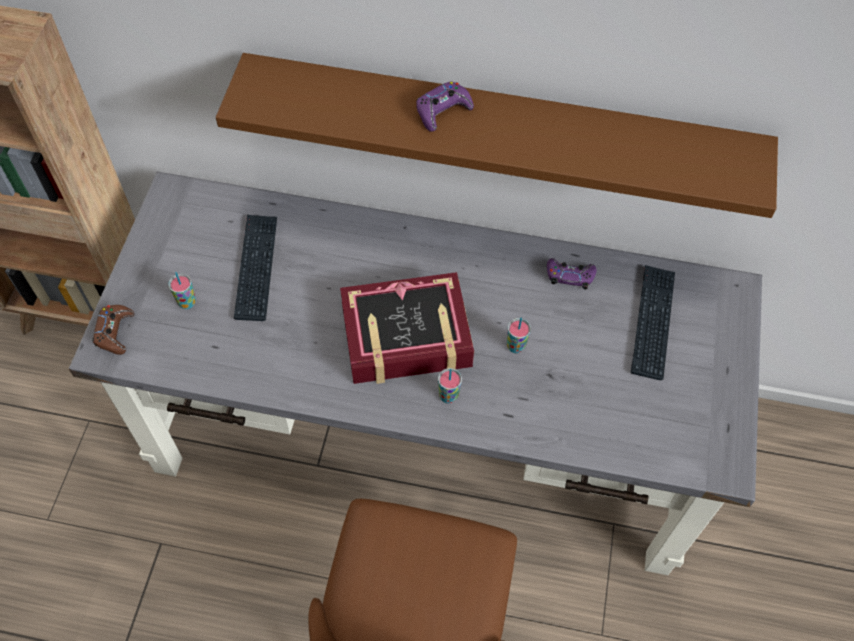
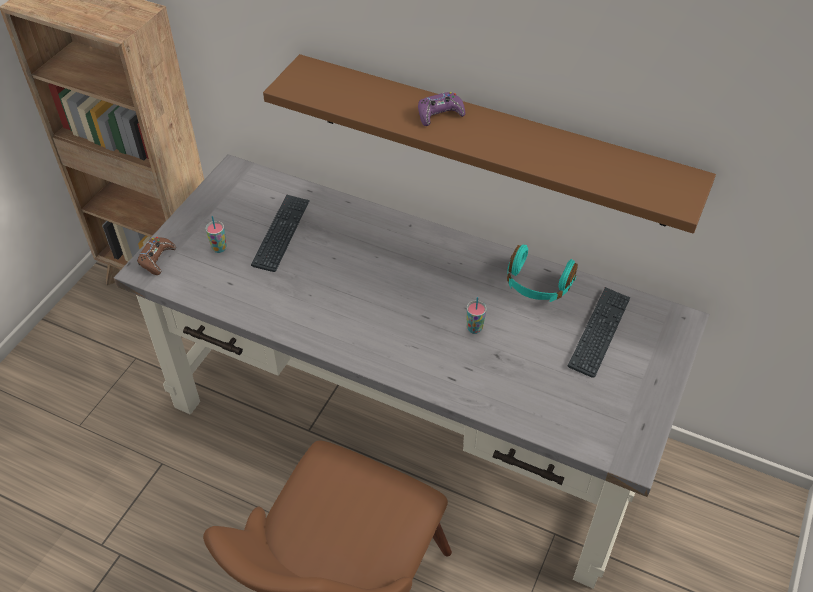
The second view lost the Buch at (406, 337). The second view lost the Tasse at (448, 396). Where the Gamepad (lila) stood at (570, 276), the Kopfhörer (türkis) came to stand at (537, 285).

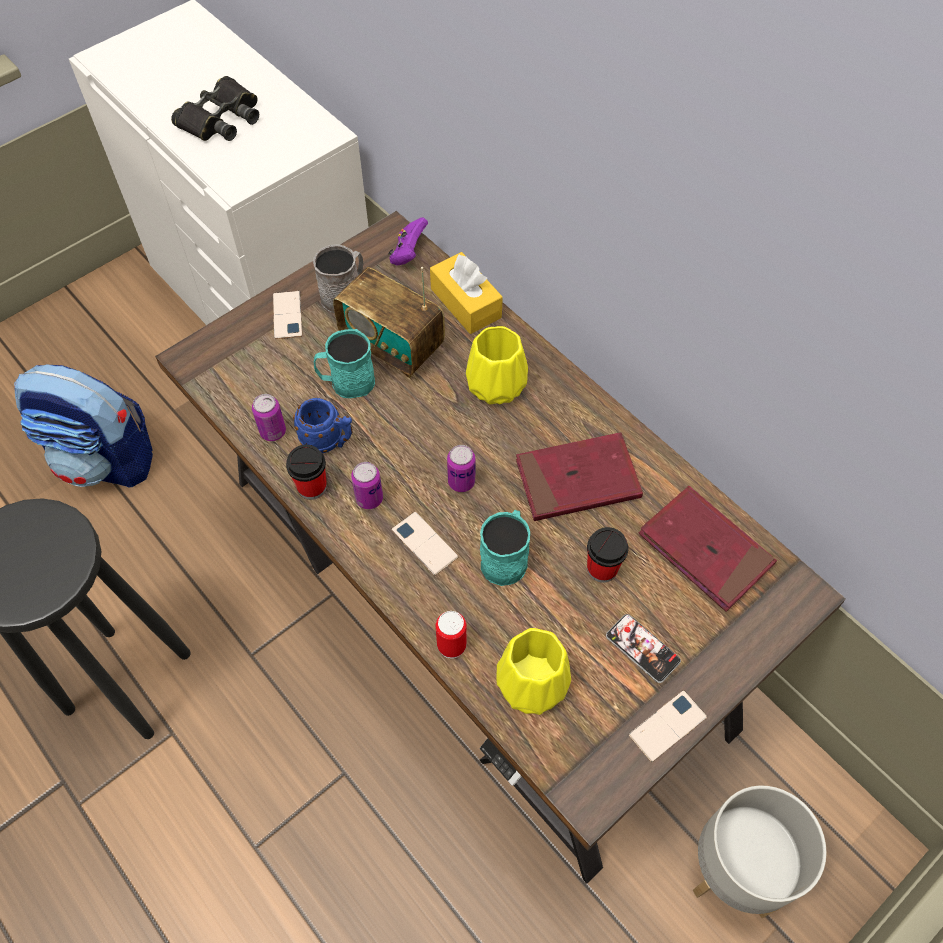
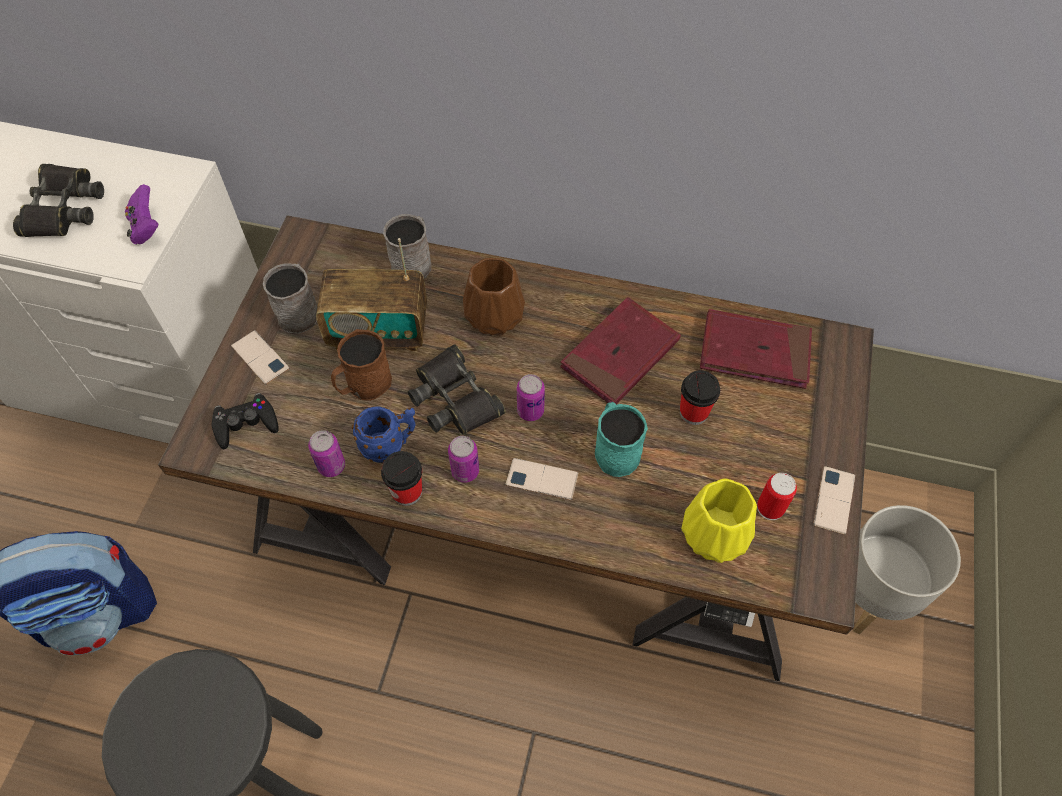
What was the Henkelbecher (türkis) at (346, 382) turned into the Henkelbecher (braun) at (364, 385). The Gamepad (lila) ended up elsewhere, having gone from (408, 254) to (146, 228). Where the Taschentuchbox (gelb) stood at (466, 303), the Henkelbecher (grau) came to stand at (413, 262). The Dose ended up elsewhere, having gone from (451, 645) to (770, 508). What was the Vase (gelb) at (496, 383) turned into the Vase (braun) at (493, 315). The second view lost the Handy at (642, 648). The second view gained the Gamepad (schwarz) at (246, 424). The second view gained the Fernglas (schwarz) at (455, 398).

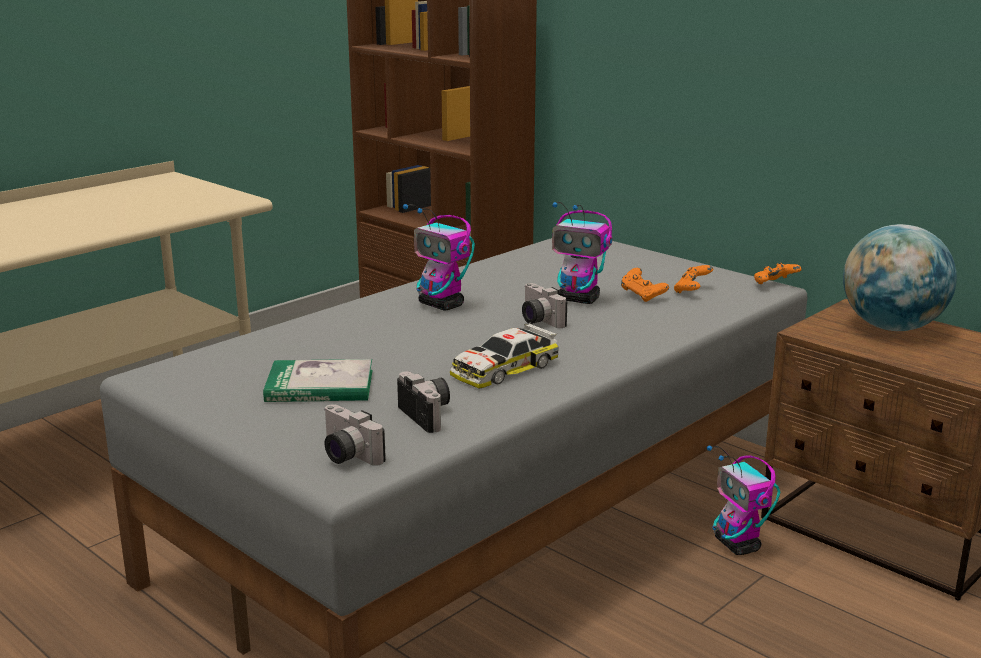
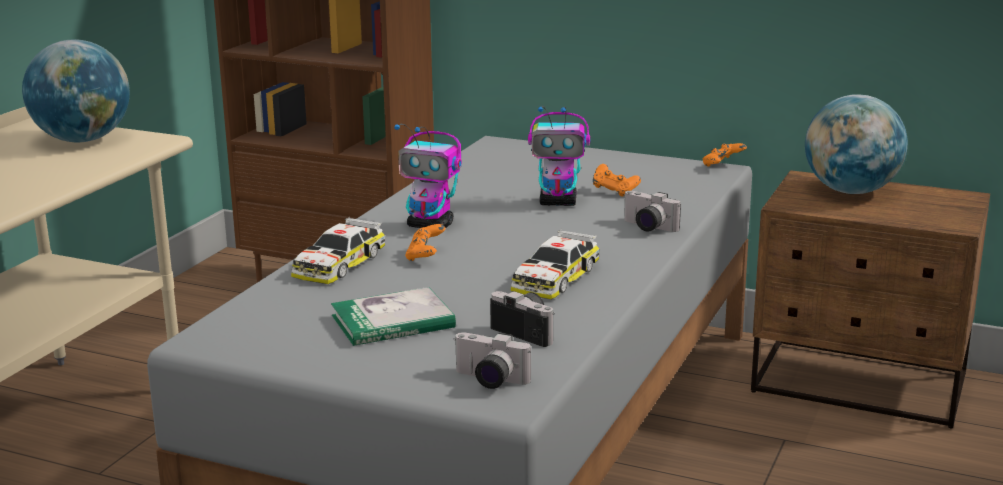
The Kamera ended up elsewhere, having gone from (537, 320) to (647, 227). The Gamepad (orange) ended up elsewhere, having gone from (692, 291) to (425, 256). The second view lost the Spielzeugroboter at (738, 545). The second view gained the Globus at (83, 140). The second view gained the Spielzeugauto at (338, 264).

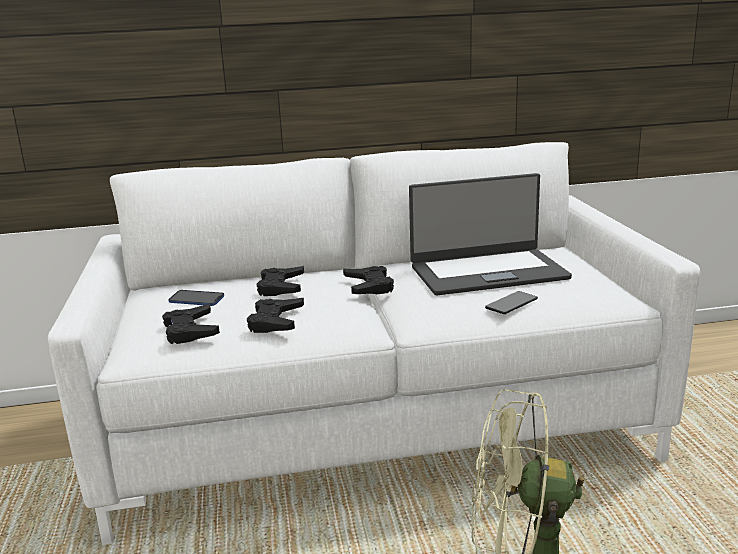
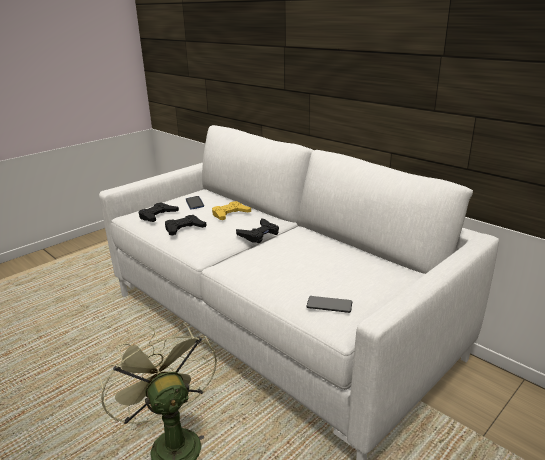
What was the Gamepad (schwarz) at (281, 287) turned into the Gamepad (gelb) at (230, 214). The second view lost the Laptop at (487, 272). The Handy ended up elsewhere, having gone from (511, 304) to (329, 305).

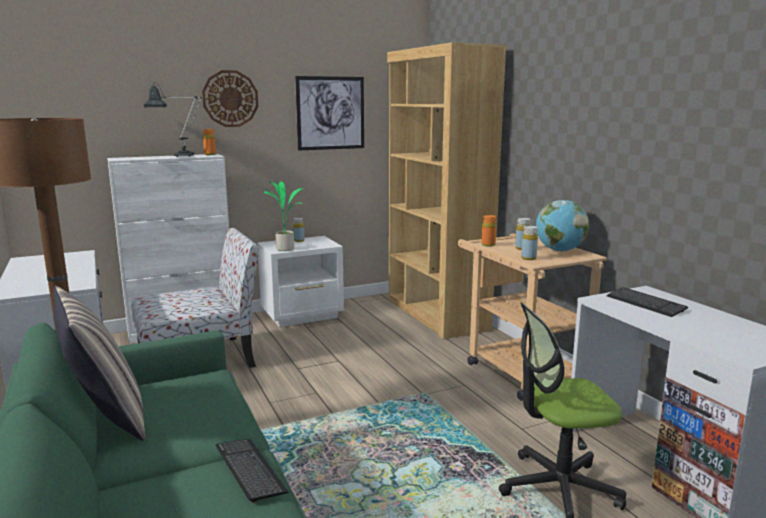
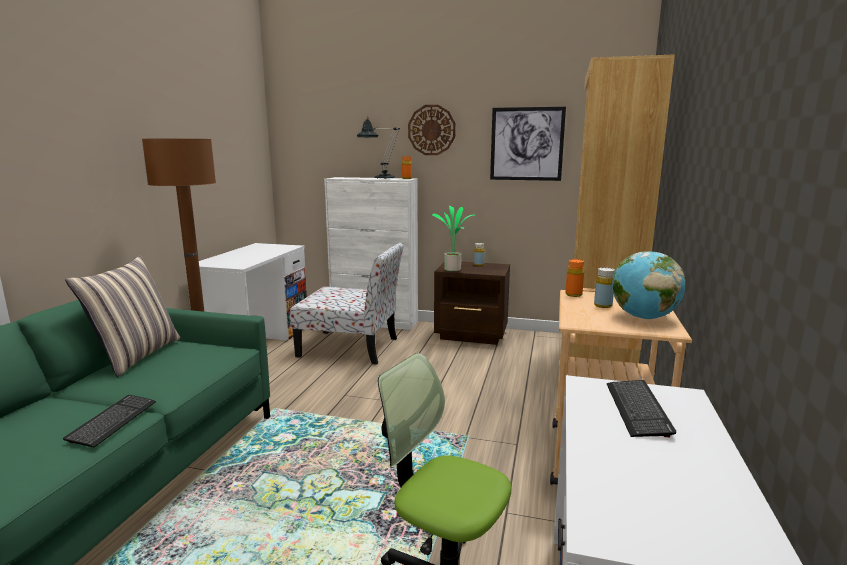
What was the Nachttisch (weiß) at (303, 315) turned into the Nachttisch (braun) at (472, 335). The second view lost the Flasche (gelb) at (528, 258).

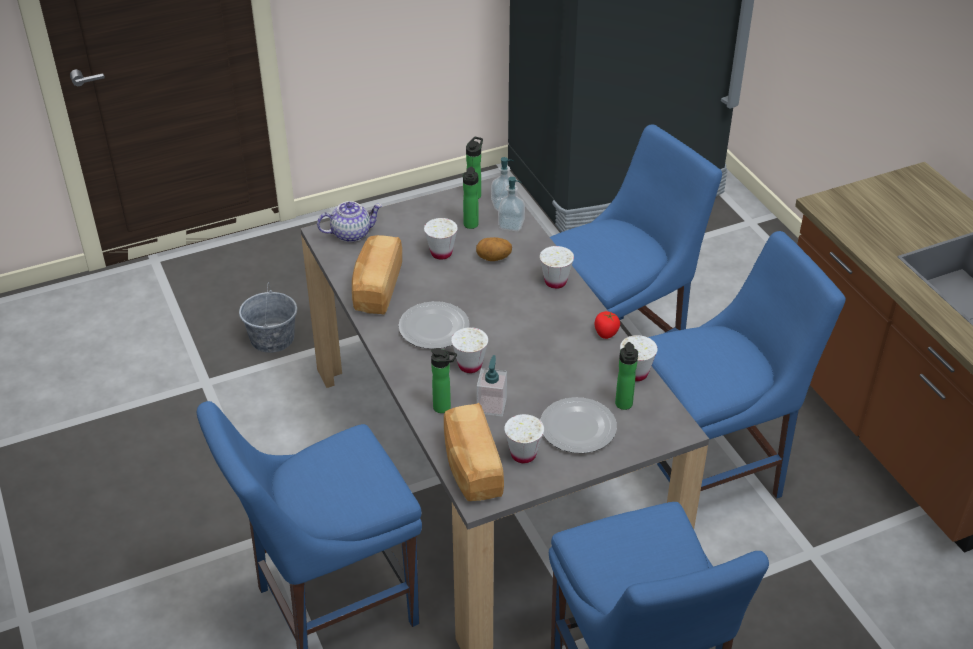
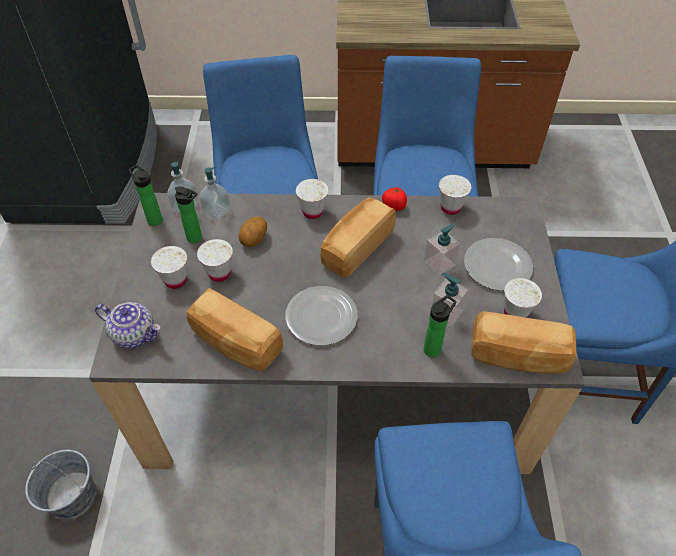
The Teekanne at (351, 233) ended up facing another way, 105 degrees clockwise from before. The Tasse (weiß) ended up elsewhere, having gone from (470, 365) to (175, 280). The second view lost the Flasche at (624, 406). The second view gained the Brot at (356, 248). The second view gained the Seifenspender at (439, 263).

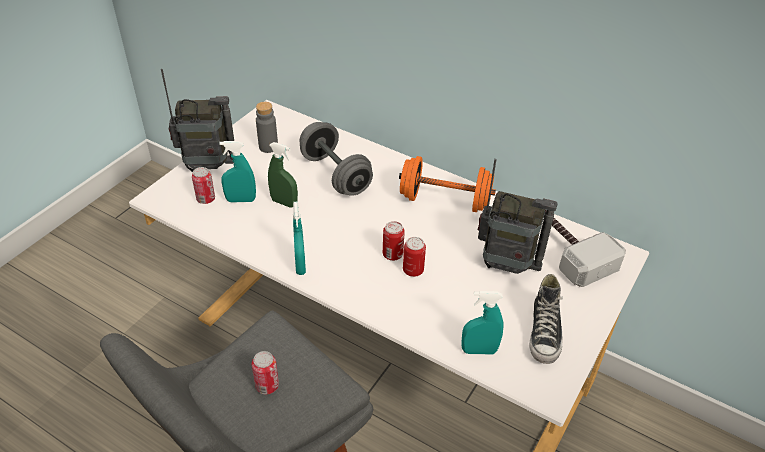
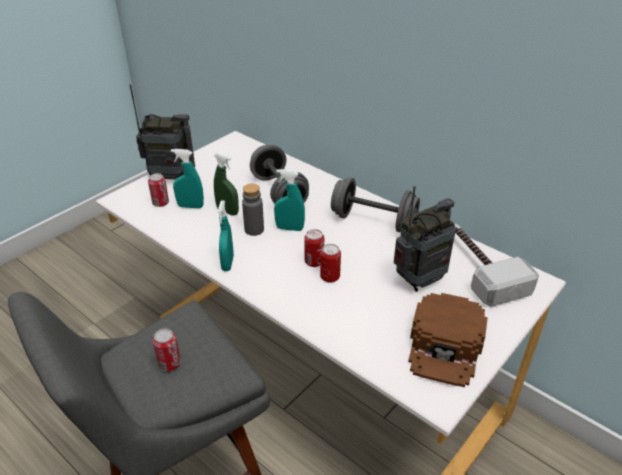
The Flasche (grau) ended up elsewhere, having gone from (268, 147) to (254, 229). What was the Hantel (orange) at (445, 201) turned into the Hantel (grau) at (373, 221). The Sprühflasche (türkis) ended up elsewhere, having gone from (479, 350) to (289, 228). The Radio at (506, 265) ended up facing another way, 60 degrees counterclockwise from before. Where the Schuh stood at (544, 333), the Kappe (braun) came to stand at (446, 345).

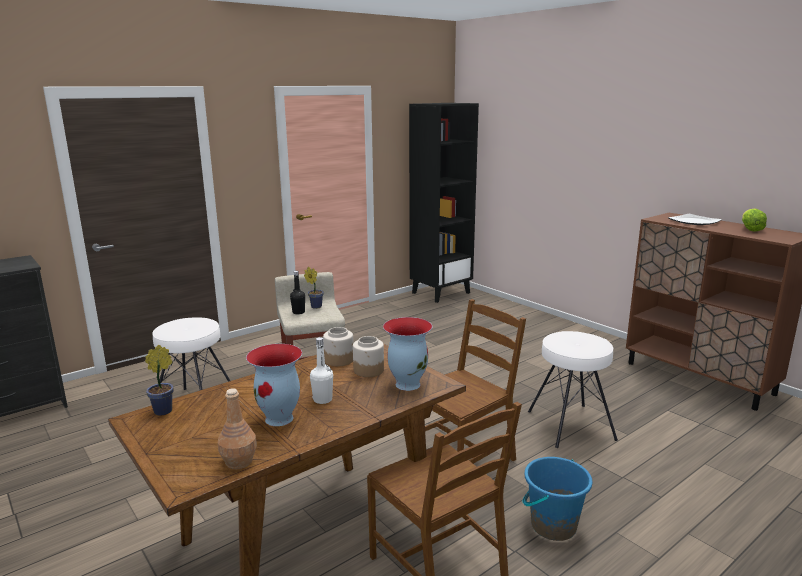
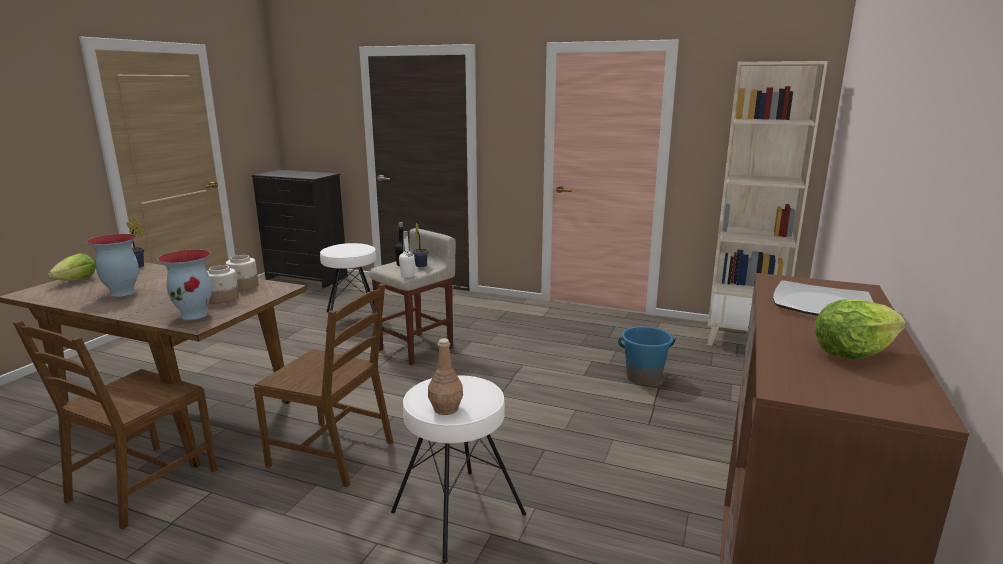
The Flasche (braun) ended up elsewhere, having gone from (239, 462) to (445, 409). The Flasche (weiß) ended up elsewhere, having gone from (322, 399) to (407, 276). What was the Bücherregal (schwarz) at (441, 292) turned into the Bücherregal (beige) at (743, 339). The Eimer (blau) ended up elsewhere, having gone from (553, 525) to (643, 377). The second view gained the Salatkopf at (77, 280).

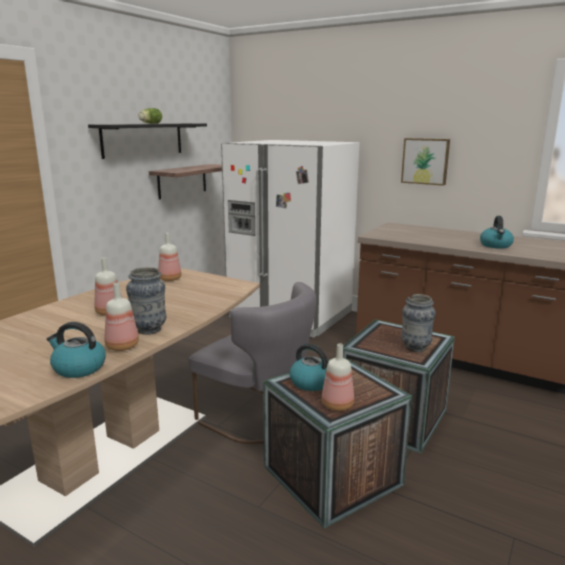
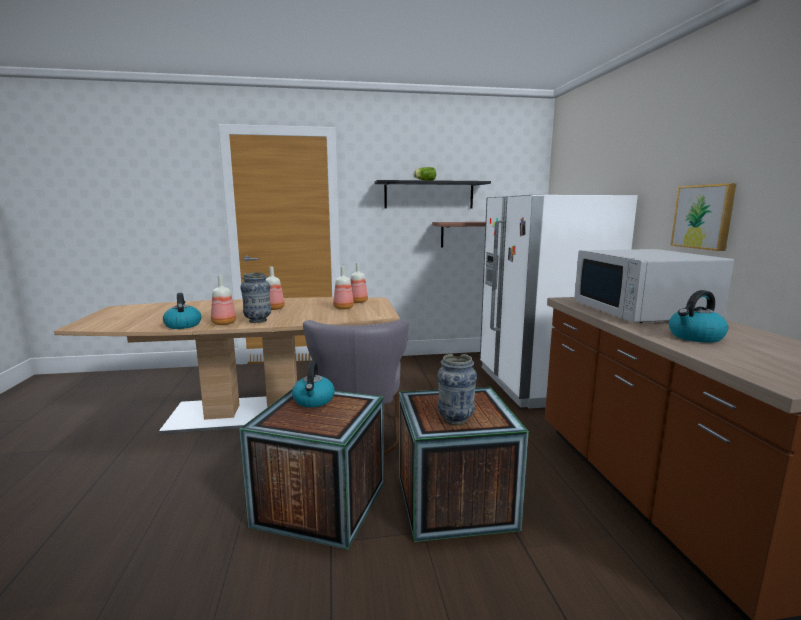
The Flasche ended up elsewhere, having gone from (338, 405) to (343, 308). The second view gained the Mikrowelle (weiß) at (642, 311).

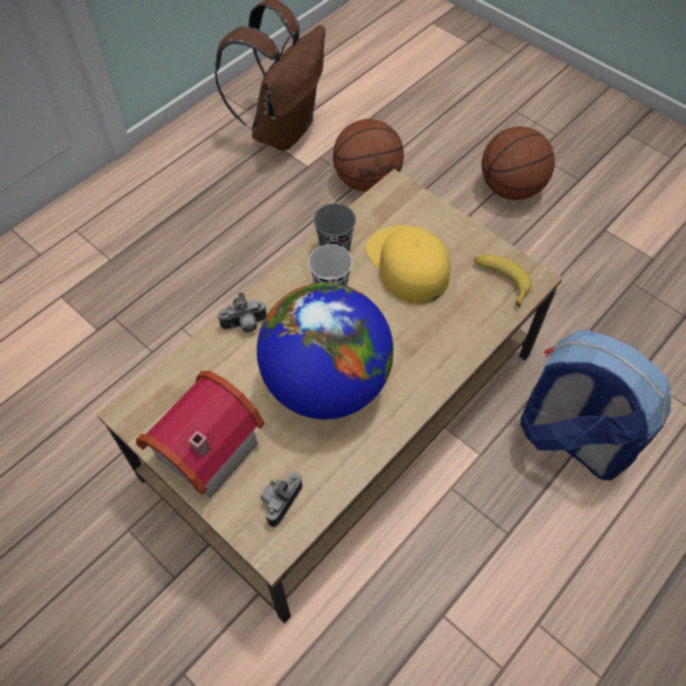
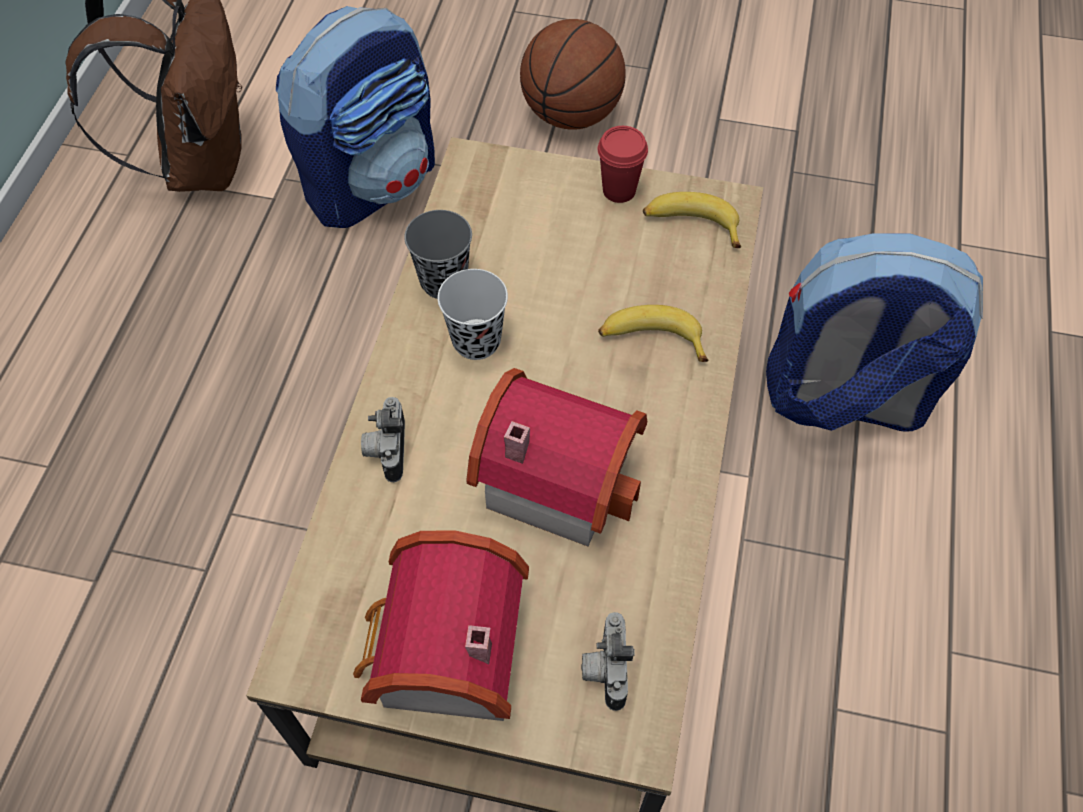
The Kamera at (245, 325) ended up facing another way, 135 degrees clockwise from before. Where the Globus stood at (326, 383), the Spielzeughaus came to stand at (557, 472). Where the Basketball stood at (367, 180), the Rucksack came to stand at (373, 182). The second view lost the Kappe (gelb) at (407, 264). The second view gained the Tasse (rot) at (619, 190). The second view gained the Banane at (651, 339).

